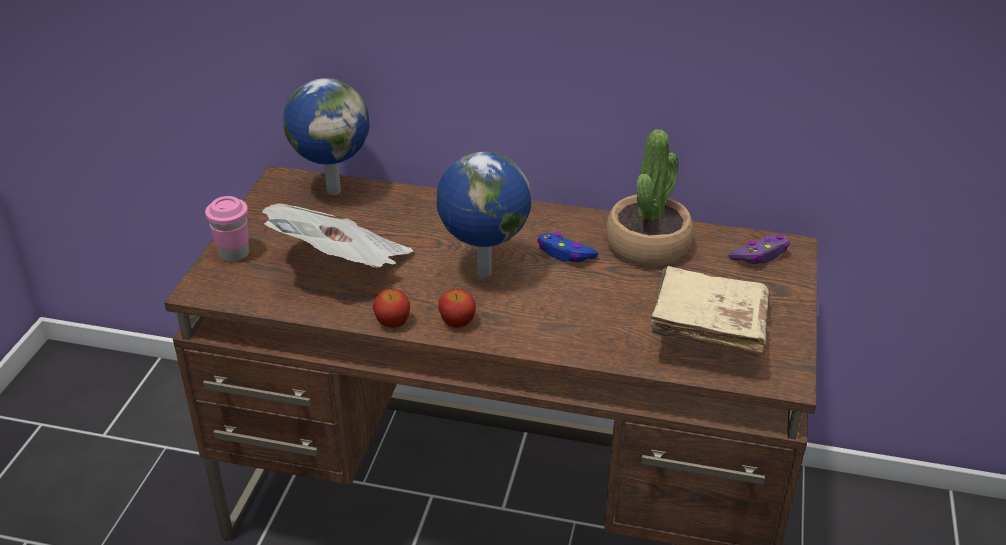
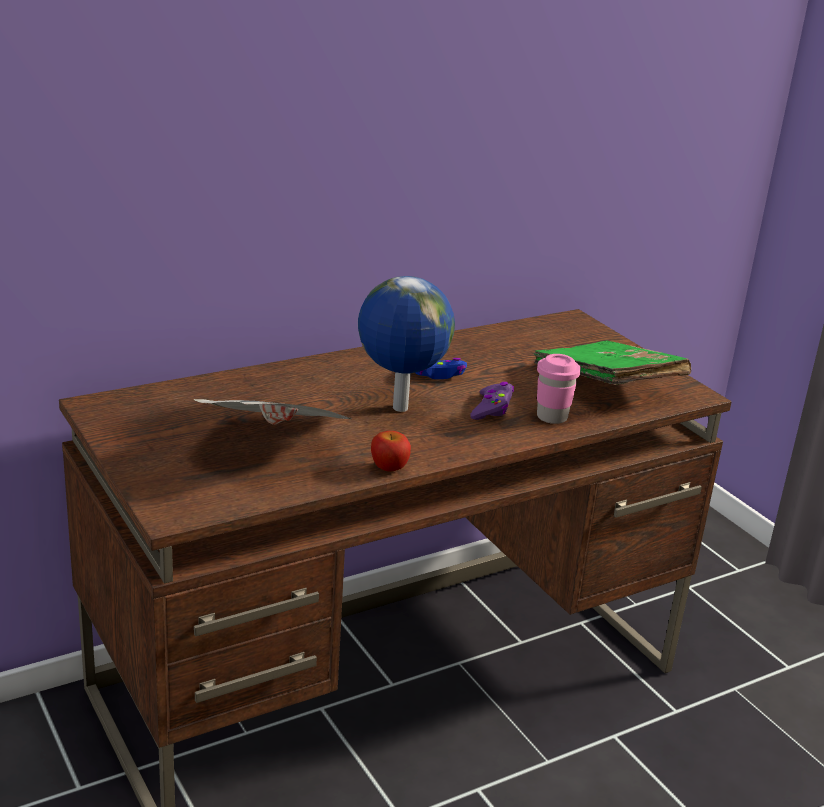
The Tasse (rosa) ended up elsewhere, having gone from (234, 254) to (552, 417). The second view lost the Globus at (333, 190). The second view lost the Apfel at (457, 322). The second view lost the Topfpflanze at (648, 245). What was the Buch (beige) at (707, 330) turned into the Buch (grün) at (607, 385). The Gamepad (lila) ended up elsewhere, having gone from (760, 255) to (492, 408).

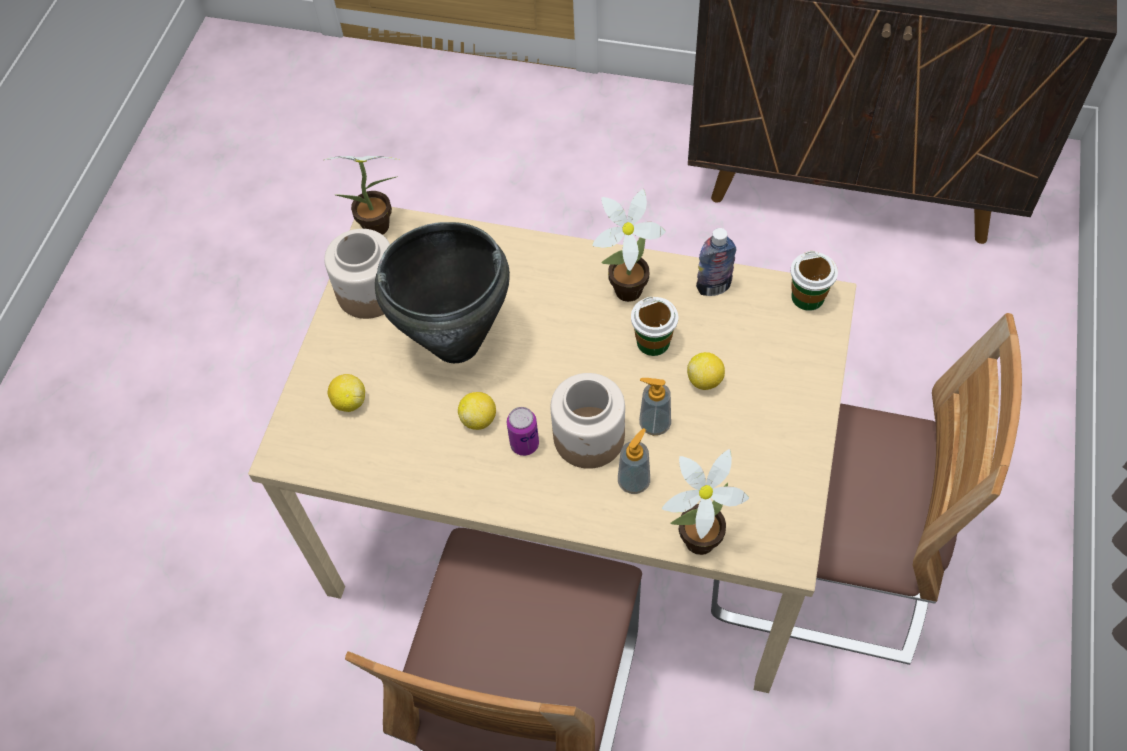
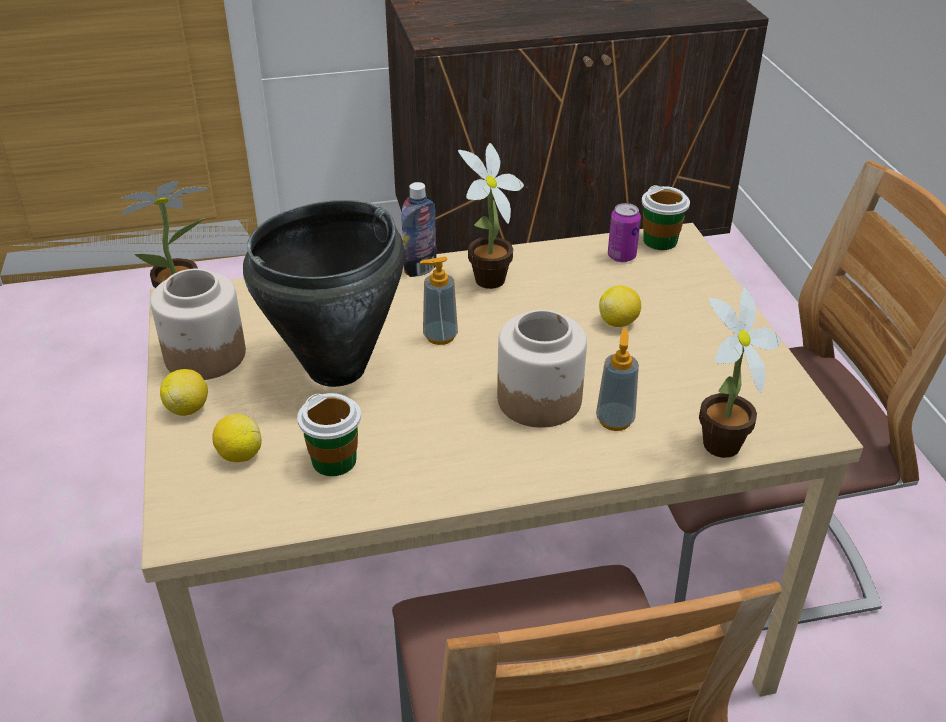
The Zitrone ended up elsewhere, having gone from (479, 419) to (188, 408). The Dose ended up elsewhere, having gone from (524, 444) to (621, 256). The Tasse ended up elsewhere, having gone from (653, 342) to (334, 460). The Seifenspender ended up elsewhere, having gone from (654, 424) to (440, 336). The Flasche ended up elsewhere, having gone from (713, 287) to (420, 269).

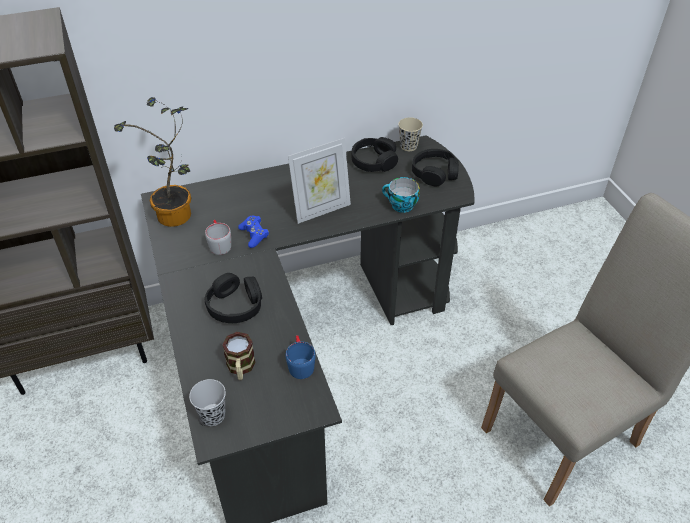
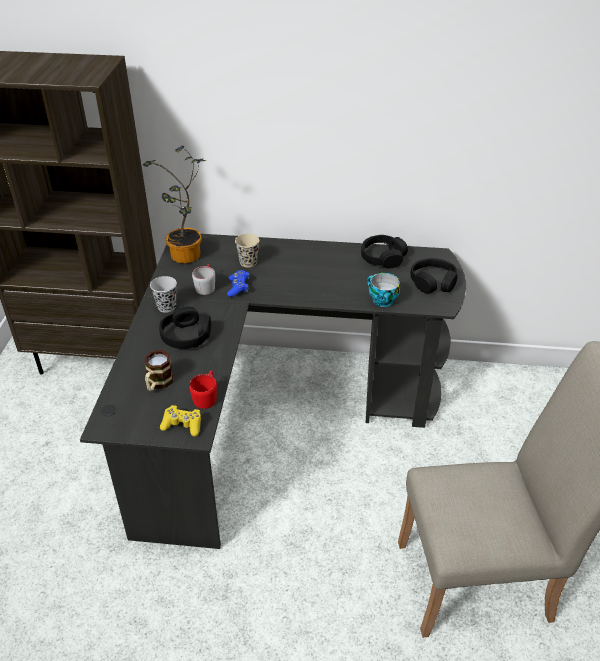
The Tasse (schwarz) ended up elsewhere, having gone from (212, 416) to (166, 307). What was the Henkelbecher (blau) at (300, 363) turned into the Henkelbecher (rot) at (206, 396). The second view lost the Bilderrahmen at (321, 210). The Tasse (beige) ended up elsewhere, having gone from (408, 146) to (248, 262). The second view gained the Gamepad (gelb) at (182, 425).

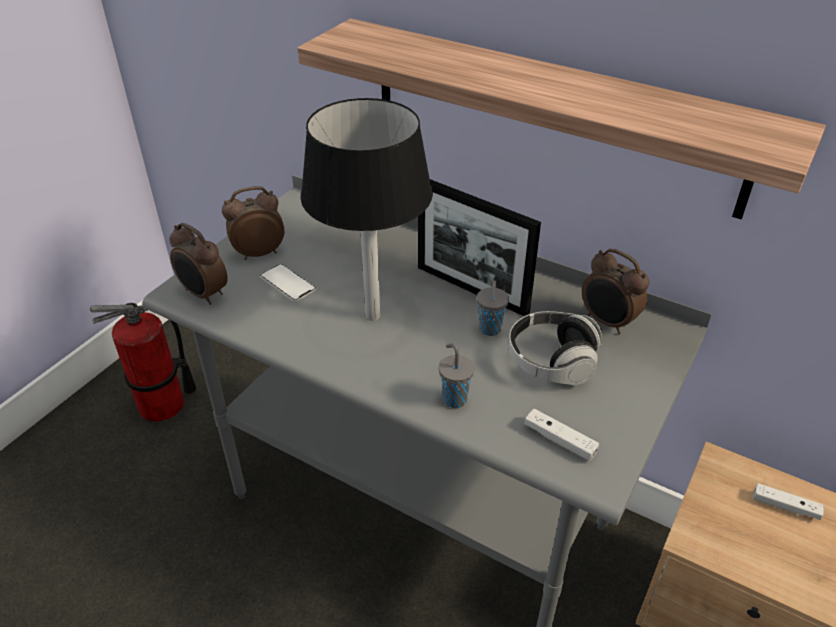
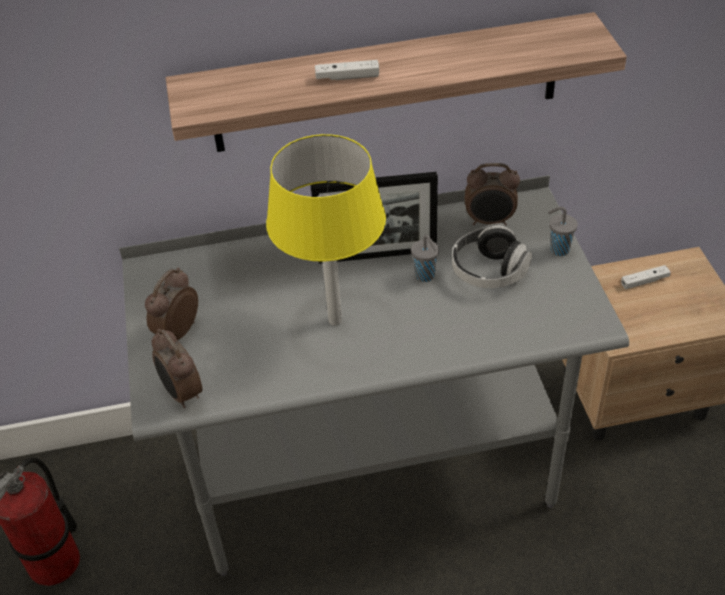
The Wecker at (204, 294) ended up facing another way, 60 degrees clockwise from before. The second view lost the Handy at (288, 283). What was the Tischlampe (schwarz) at (373, 315) turned into the Tischlampe (gelb) at (335, 320). The Tasse (grau) ended up elsewhere, having gone from (454, 398) to (558, 249). The Gamepad (weiß) ended up elsewhere, having gone from (559, 440) to (347, 77).

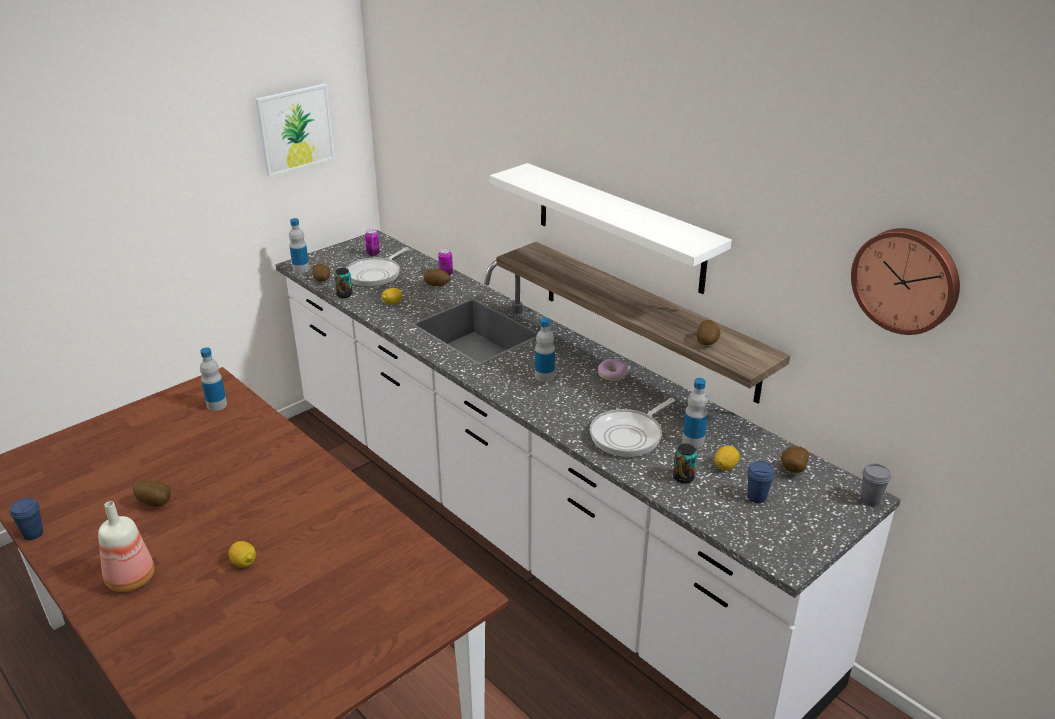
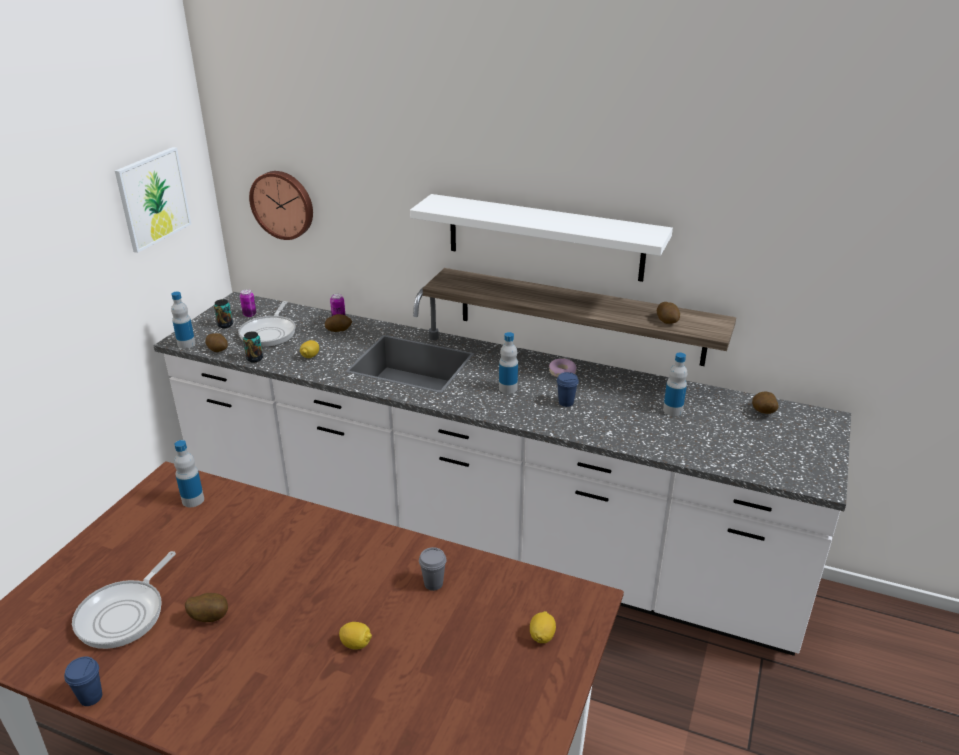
The second view lost the Flasche at (129, 580). The Pfanne ended up elsewhere, having gone from (629, 435) to (124, 614). The Dose ended up elsewhere, having gone from (683, 478) to (225, 325). The Zitrone ended up elsewhere, having gone from (725, 466) to (542, 636). The Tasse (blau) ended up elsewhere, having gone from (756, 497) to (566, 402). The Wanduhr ended up elsewhere, having gone from (906, 280) to (283, 204). The Tasse (grau) ended up elsewhere, having gone from (870, 500) to (433, 583).

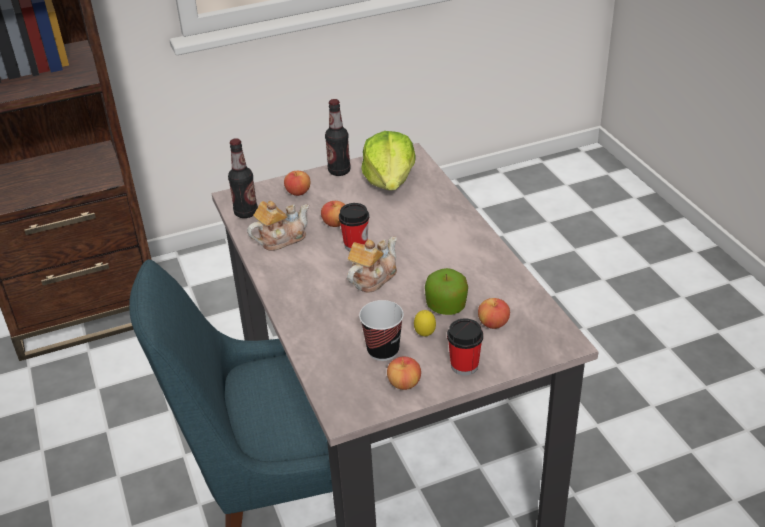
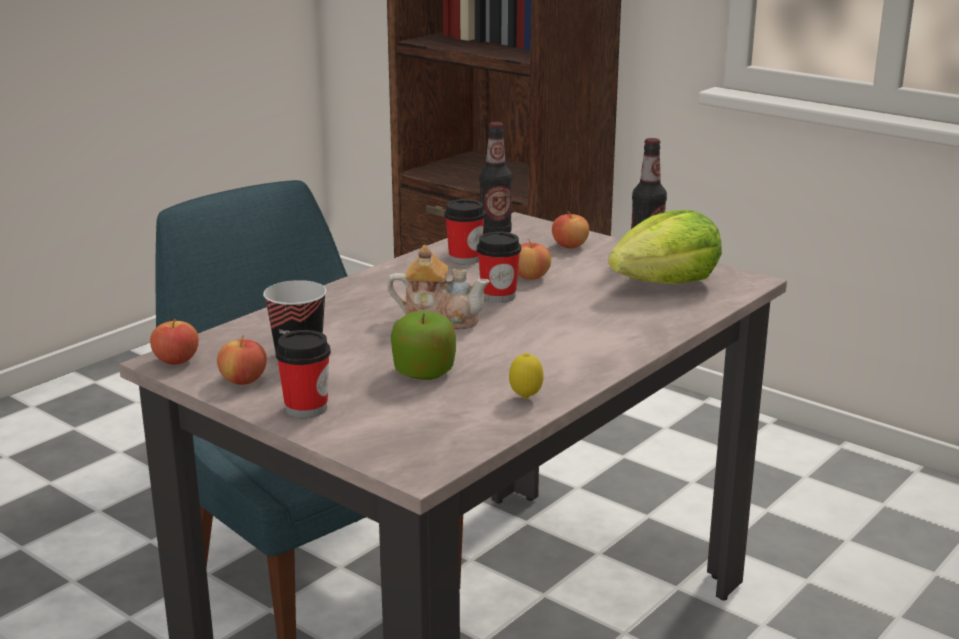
Where the Teekanne stood at (280, 239), the Tasse came to stand at (465, 259). The Zitrone ended up elsewhere, having gone from (425, 335) to (525, 398). The Apfel ended up elsewhere, having gone from (493, 323) to (176, 360).

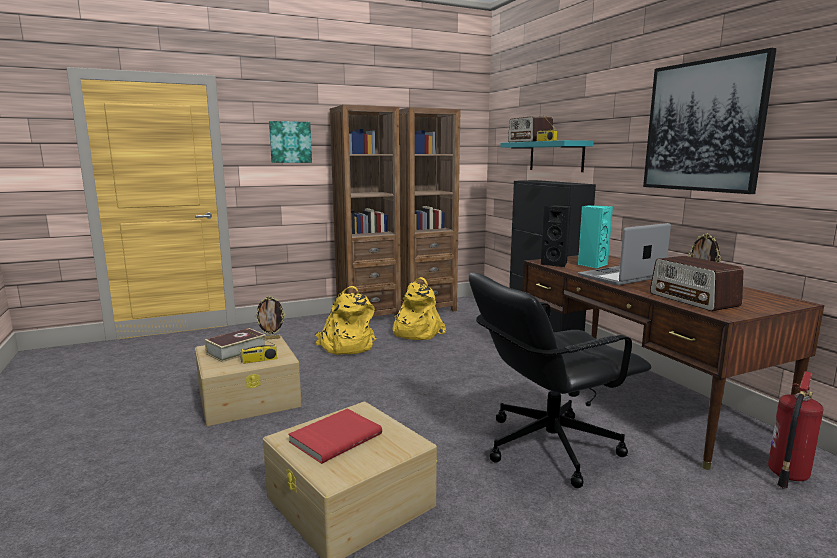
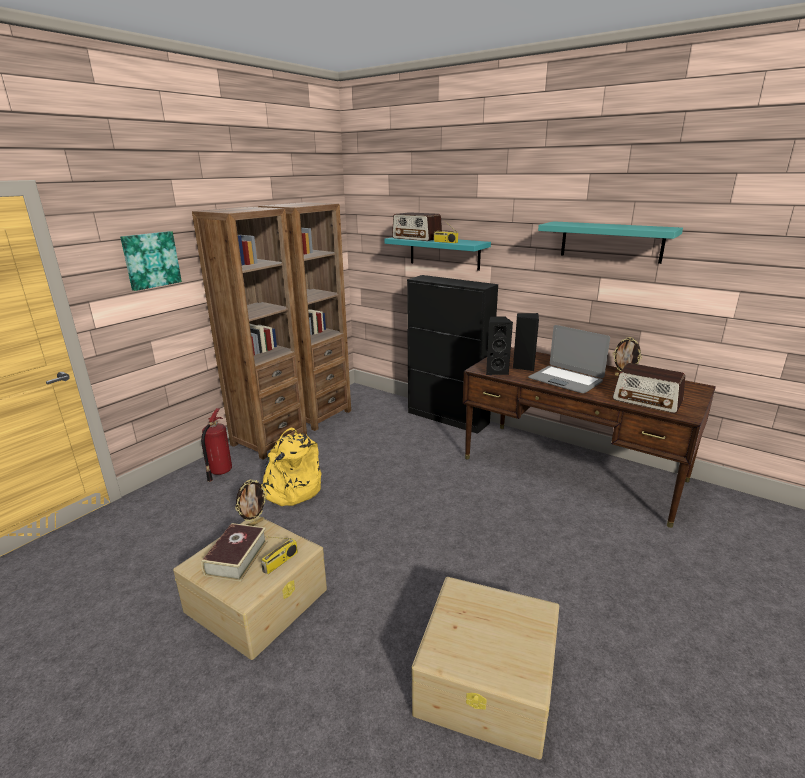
The second view lost the Buch (rot) at (334, 437). The second view lost the Rucksack (gelb) at (415, 332). The second view lost the Bürostuhl (schwarz) at (548, 446). What was the Lautsprecher (türkis) at (592, 265) turned into the Lautsprecher (schwarz) at (523, 366). The Laptop at (621, 277) ended up facing another way, 75 degrees counterclockwise from before. Where the Bild hung at (703, 126), the Wandregal (türkis) came to hang at (611, 241). The Feuerlöscher ended up elsewhere, having gone from (786, 475) to (220, 472).

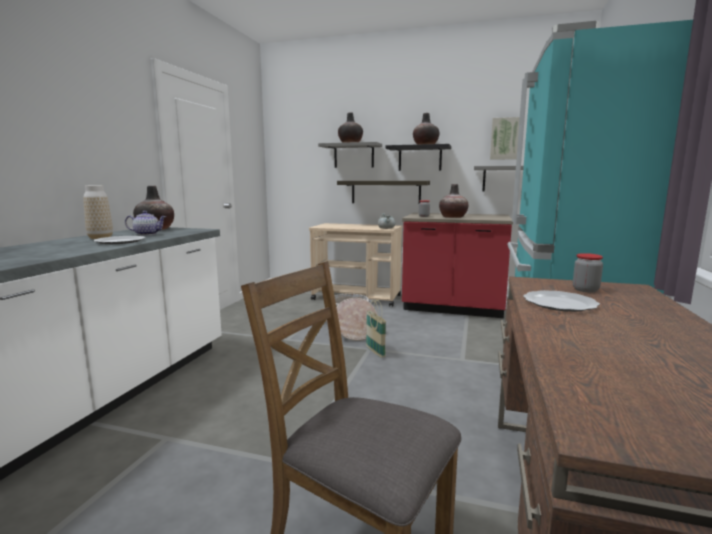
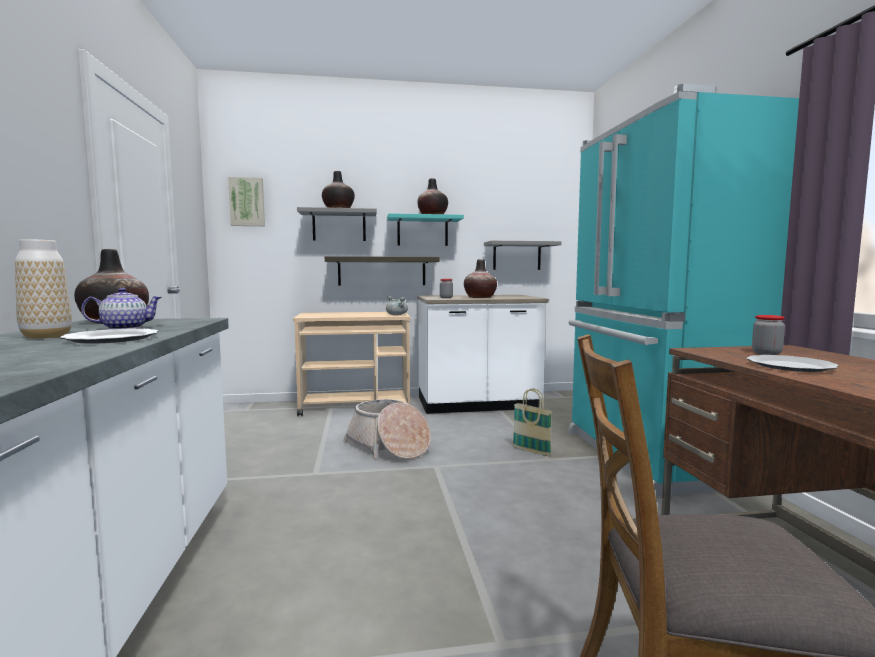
The Korb ended up elsewhere, having gone from (375, 352) to (531, 451). What was the Wandregal (schwarz) at (420, 158) turned into the Wandregal (türkis) at (422, 231). What was the Küchenzeile (rot) at (453, 308) turned into the Küchenzeile (weiß) at (477, 404). The Bild ended up elsewhere, having gone from (505, 138) to (247, 202).

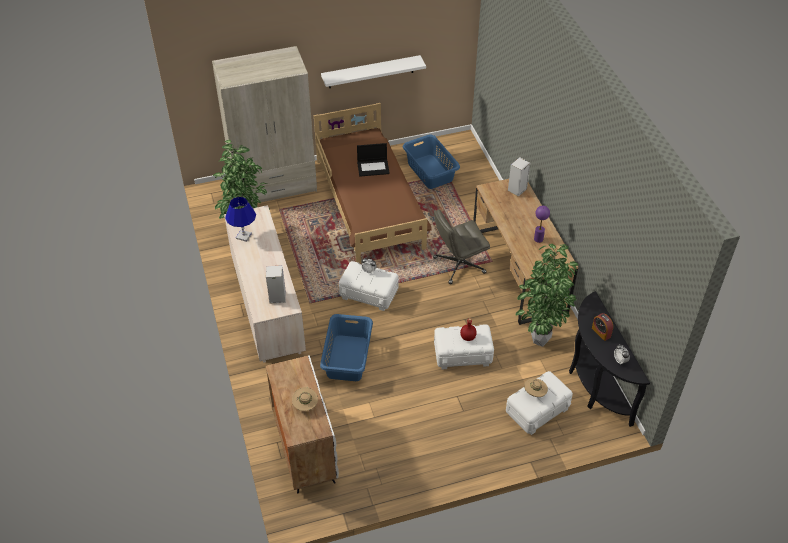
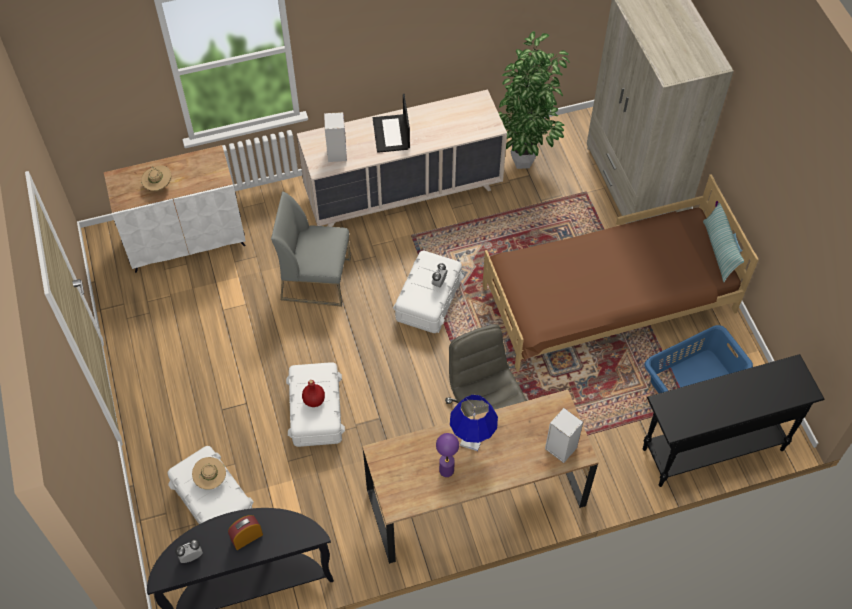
The Tischlampe (blau) ended up elsewhere, having gone from (243, 236) to (472, 440). Where the Wäschekorb (blau) stood at (347, 358), the Stuhl (grau) came to stand at (316, 279). The second view lost the Wandregal (weiß) at (371, 72). The Laptop ended up elsewhere, having gone from (373, 167) to (391, 134). The second view lost the Topfpflanze at (540, 342). The second view gained the Konsolentisch (schwarz) at (712, 449). The second view gained the Kissen at (719, 250).

